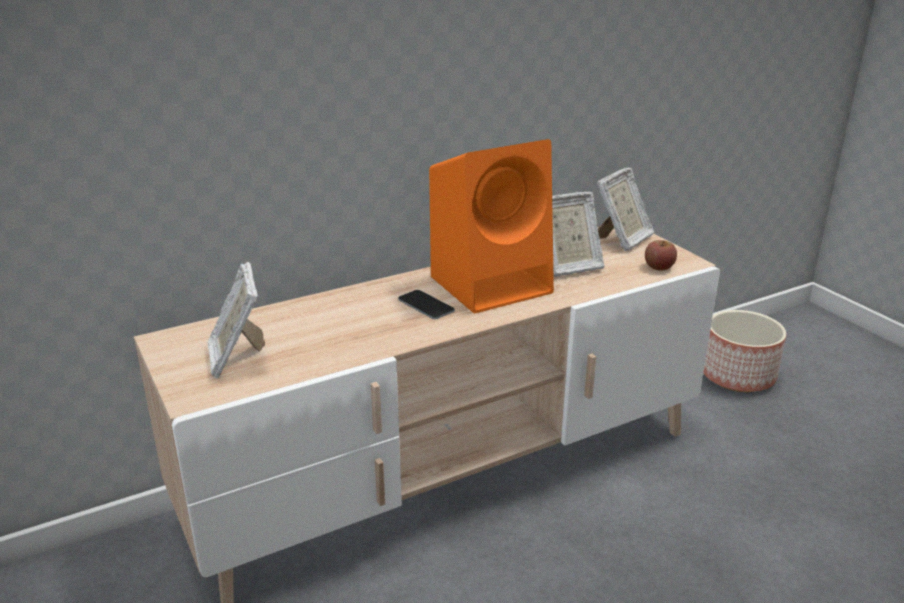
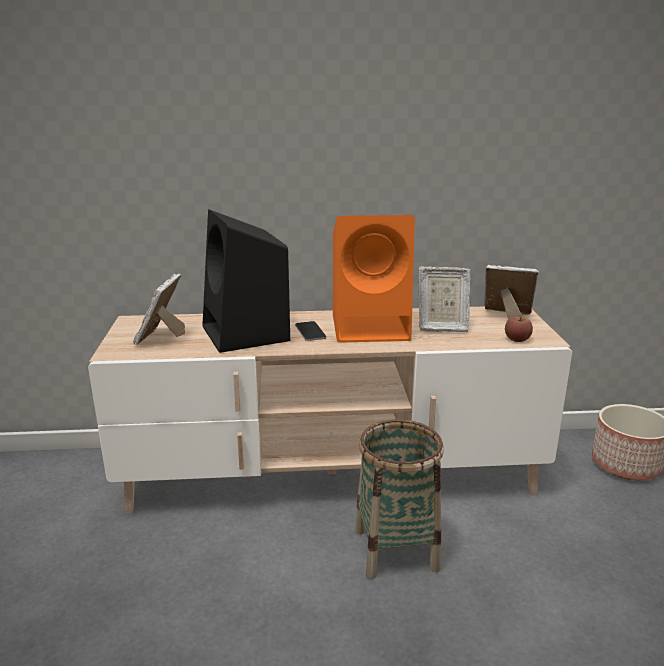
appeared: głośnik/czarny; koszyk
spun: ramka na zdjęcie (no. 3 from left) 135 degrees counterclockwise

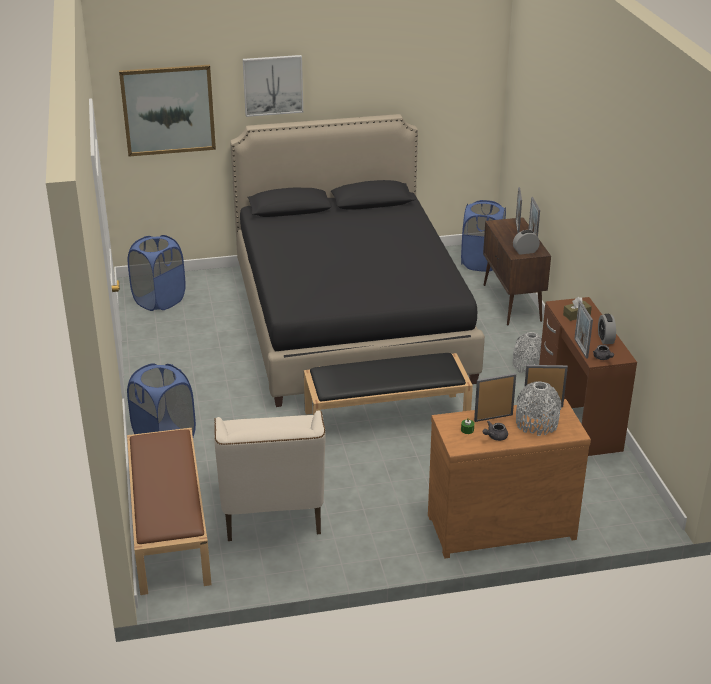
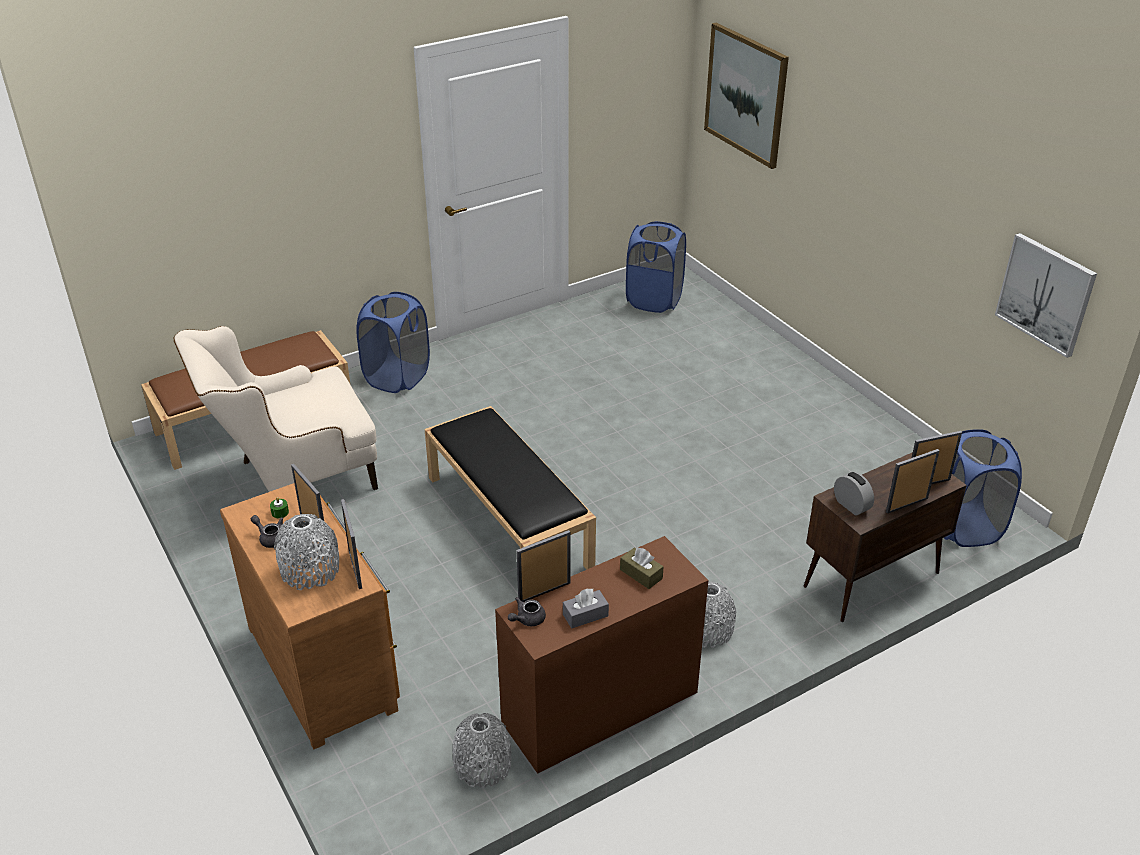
missing: łóżko/czarny
appeared: wazon/szary (no. 2 from left)
relocated: obraz (no. 2 from left)
exchanged: budzik (no. 2 from left) to pudełko chusteczek/szary

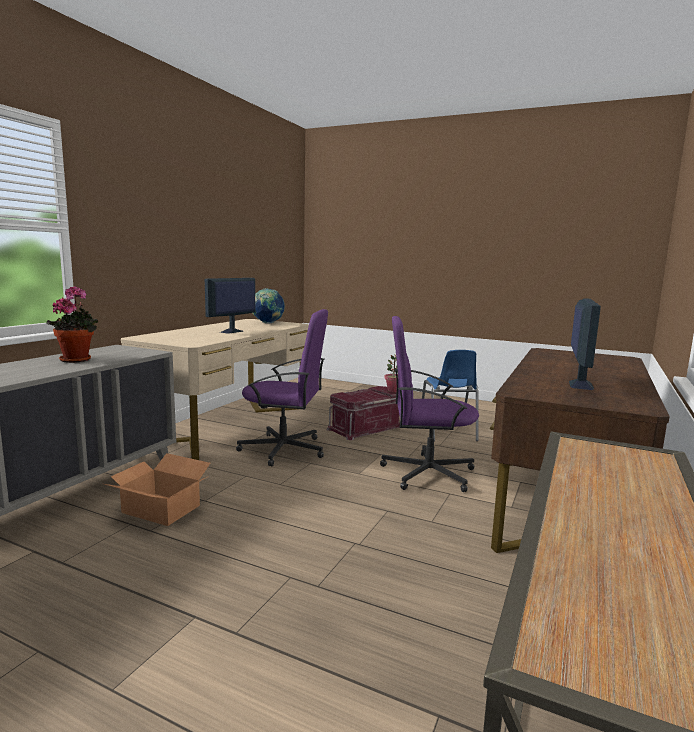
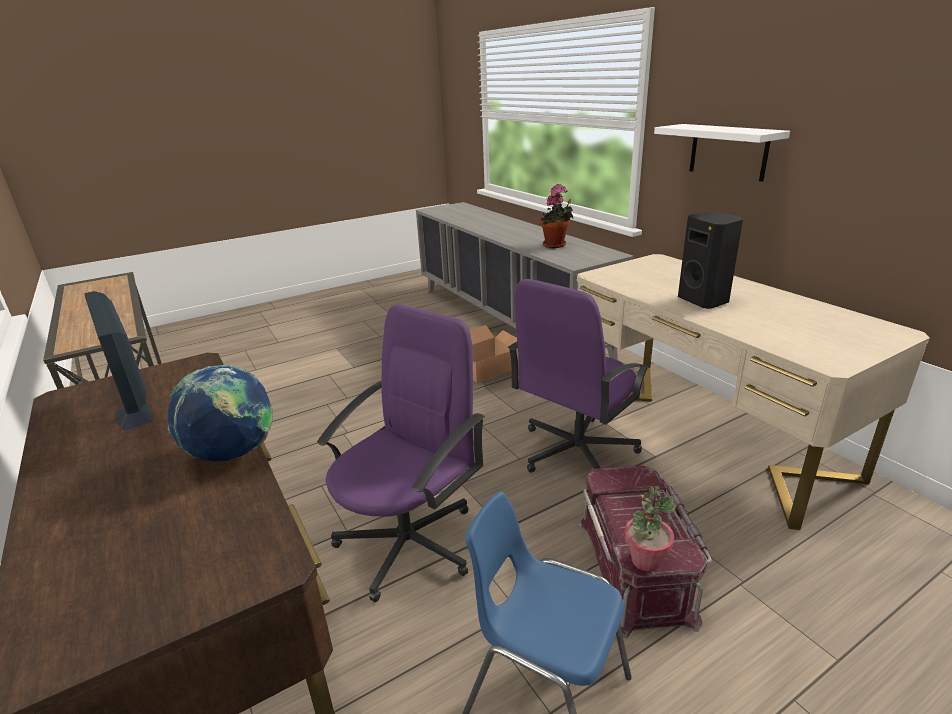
appeared: półka/biały
relocated: globus
exchanged: monitor (no. 1 from left) to głośnik/czarny

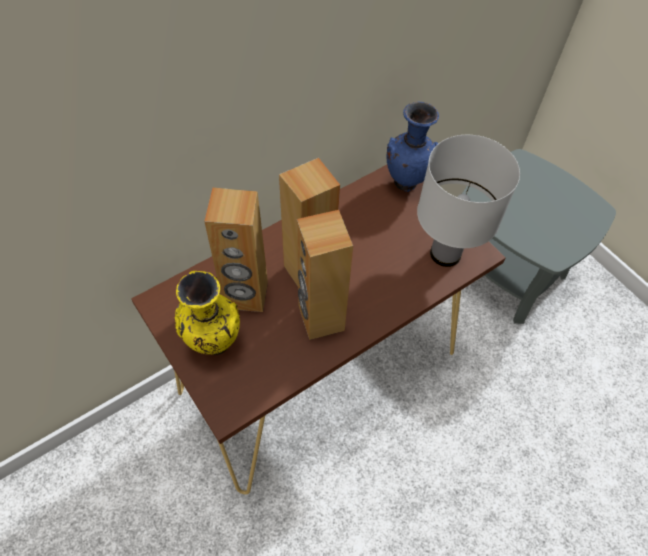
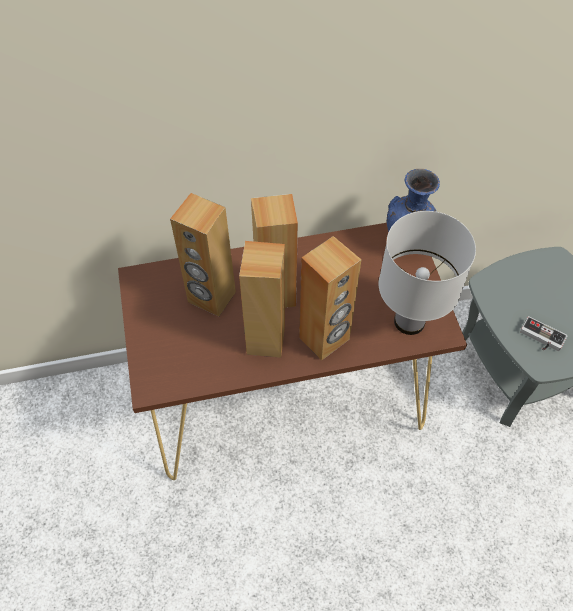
missing: wazon/żółty
appeared: głośnik/brązowy (no. 4 from left); pad do gier

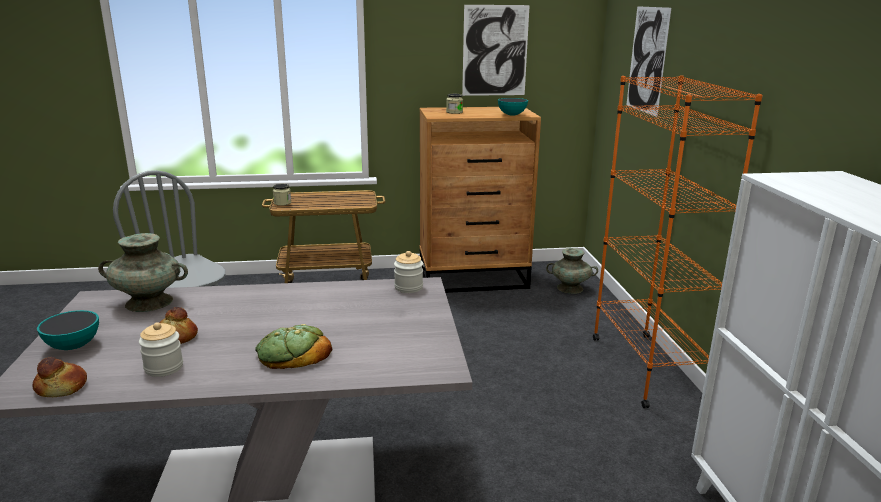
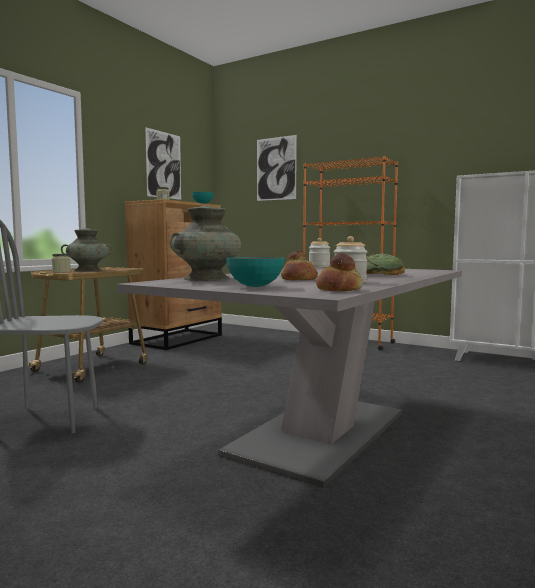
relocated: wazon/turkusowy (no. 2 from left in the first image) to wazon/turkusowy (no. 1 from left)

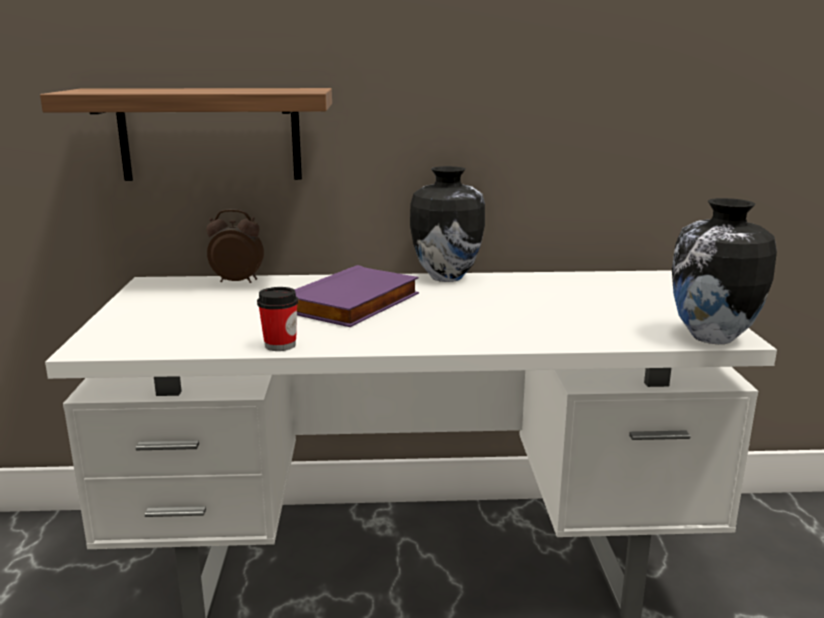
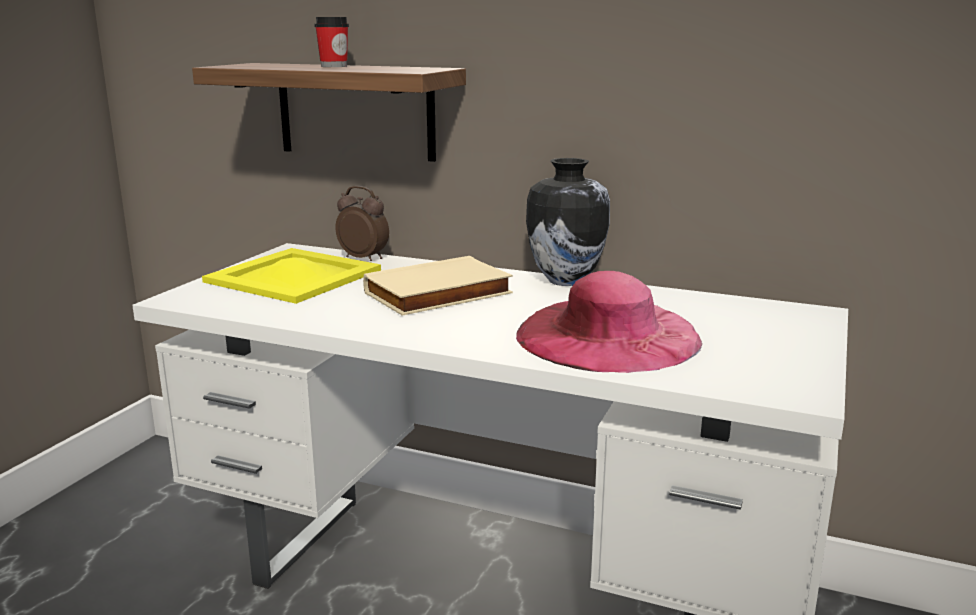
missing: wazon (no. 2 from left)
appeared: taca/żółty; kapelusz/różowy
relocated: filiżanka
colour: książka/fioletowy to książka/beżowy

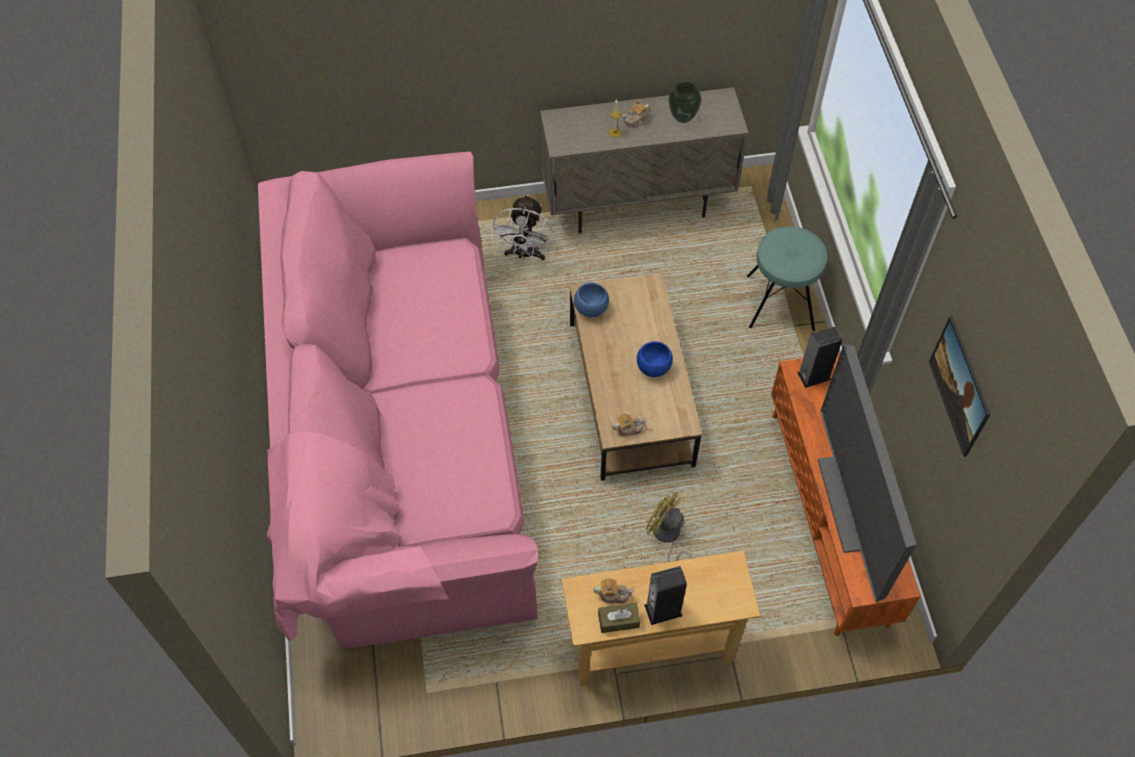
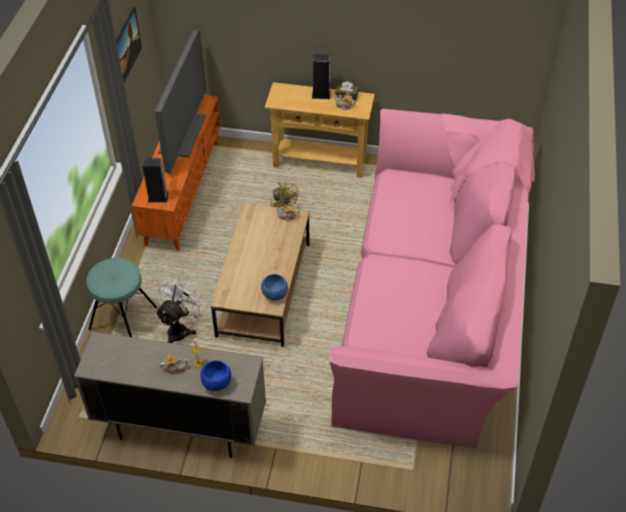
missing: wazon
relocated: wentylator/biały; miska/niebieski (no. 2 from left in the first image) to miska/niebieski (no. 1 from left)

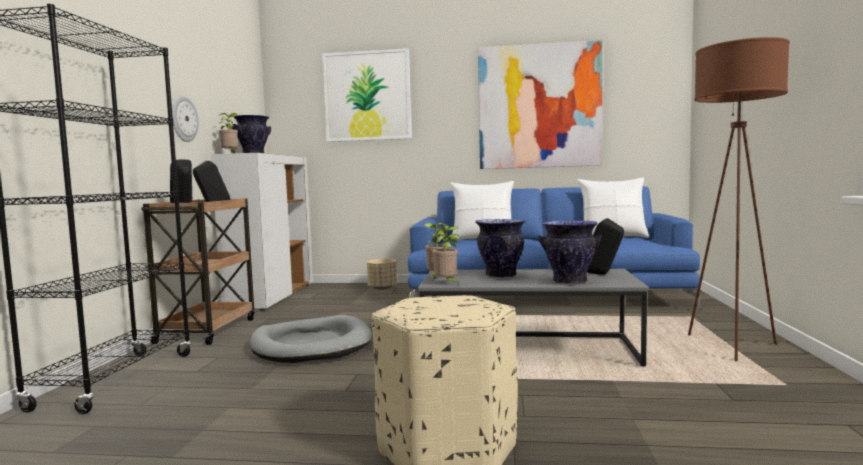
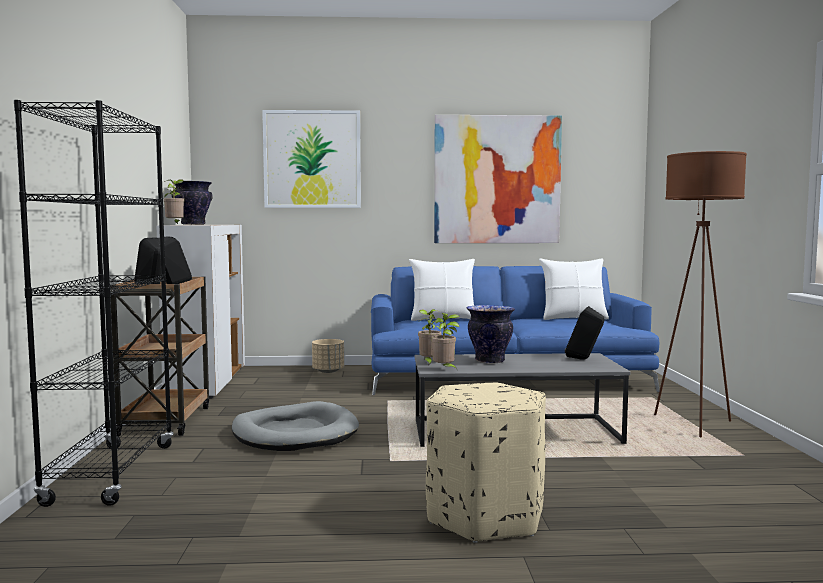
missing: zegar ścienny; wazon (no. 3 from left)

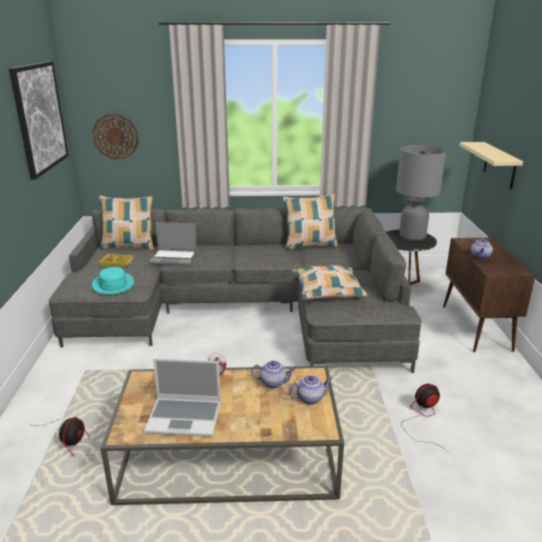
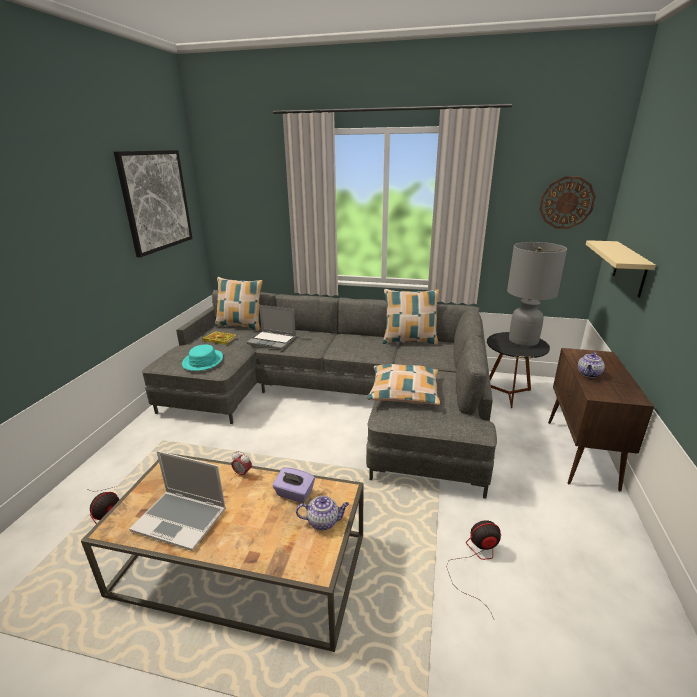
relocated: zegar ścienny
exchanged: imbryk (no. 1 from left) to pudełko chusteczek/fioletowy

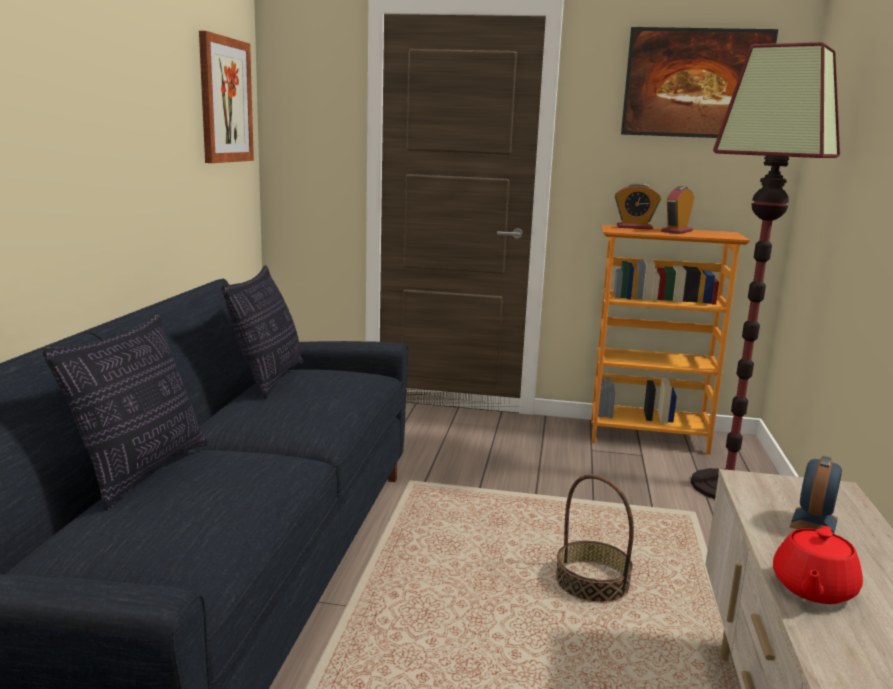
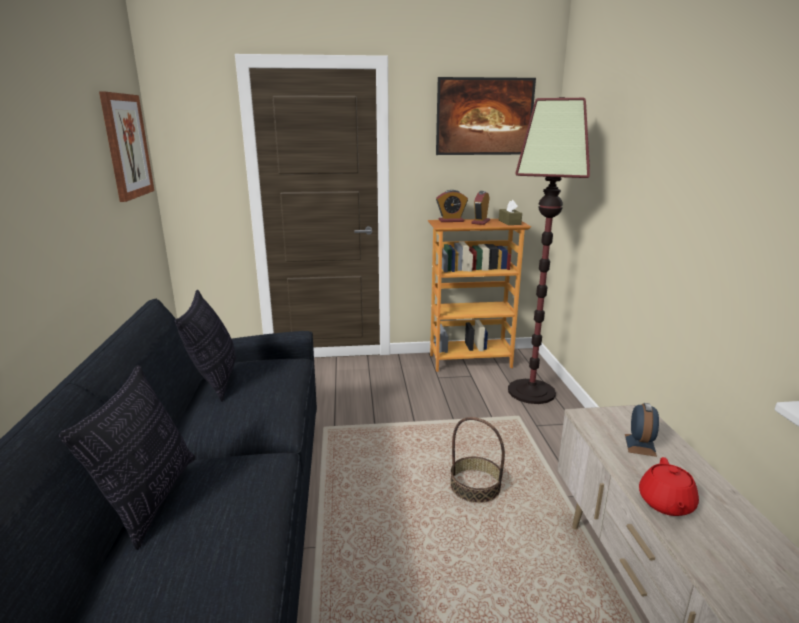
appeared: pudełko chusteczek/brązowy

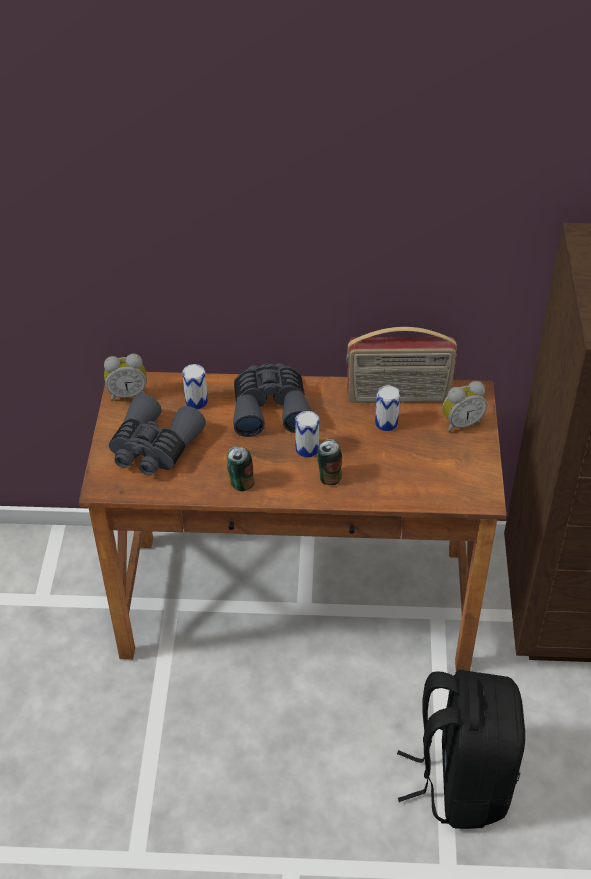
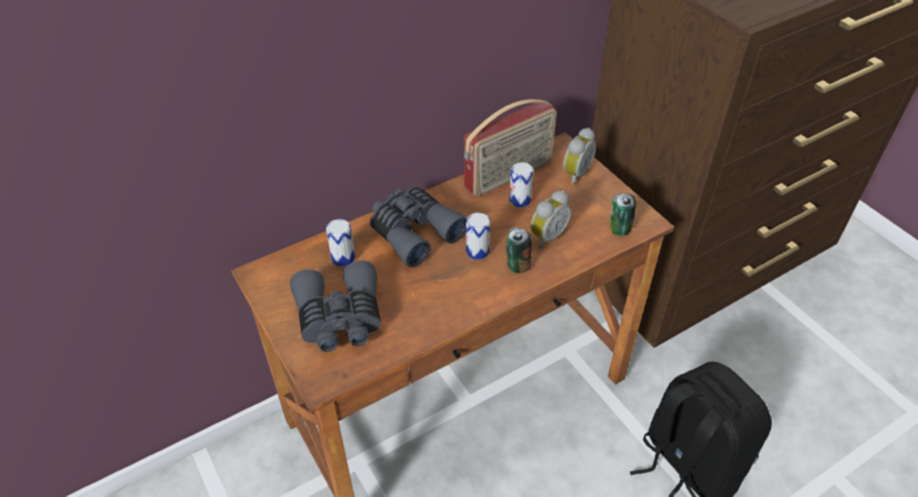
relocated: budzik (no. 1 from left); puszka (no. 2 from left in the first image) to puszka (no. 5 from left)

